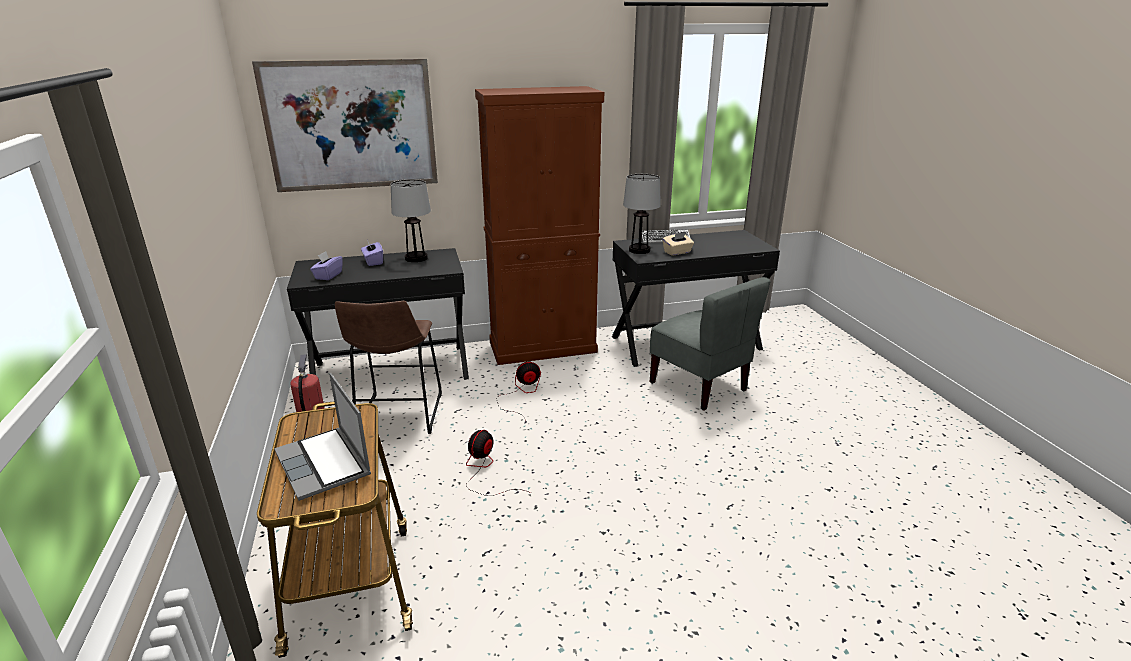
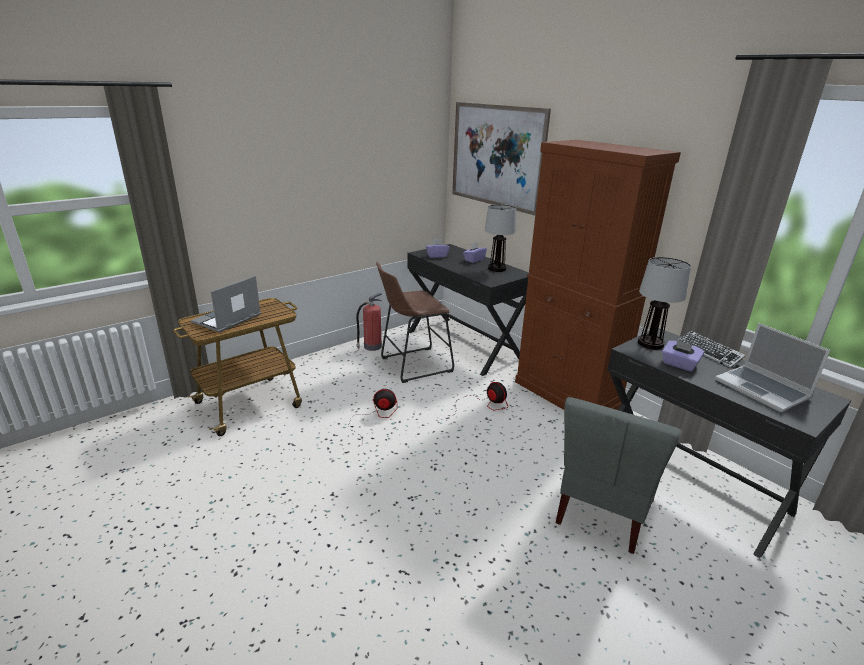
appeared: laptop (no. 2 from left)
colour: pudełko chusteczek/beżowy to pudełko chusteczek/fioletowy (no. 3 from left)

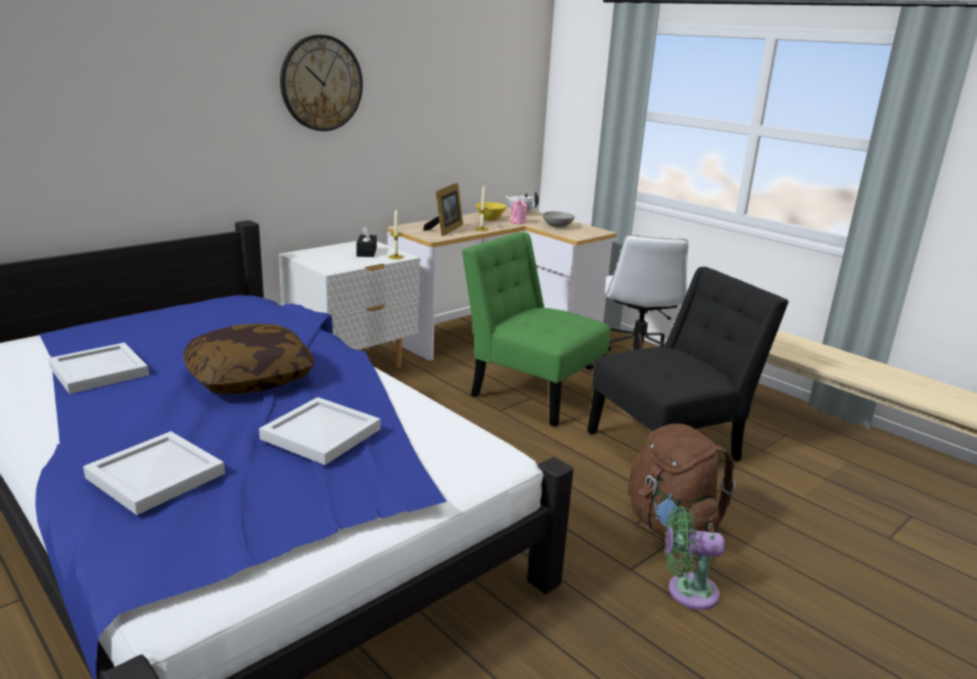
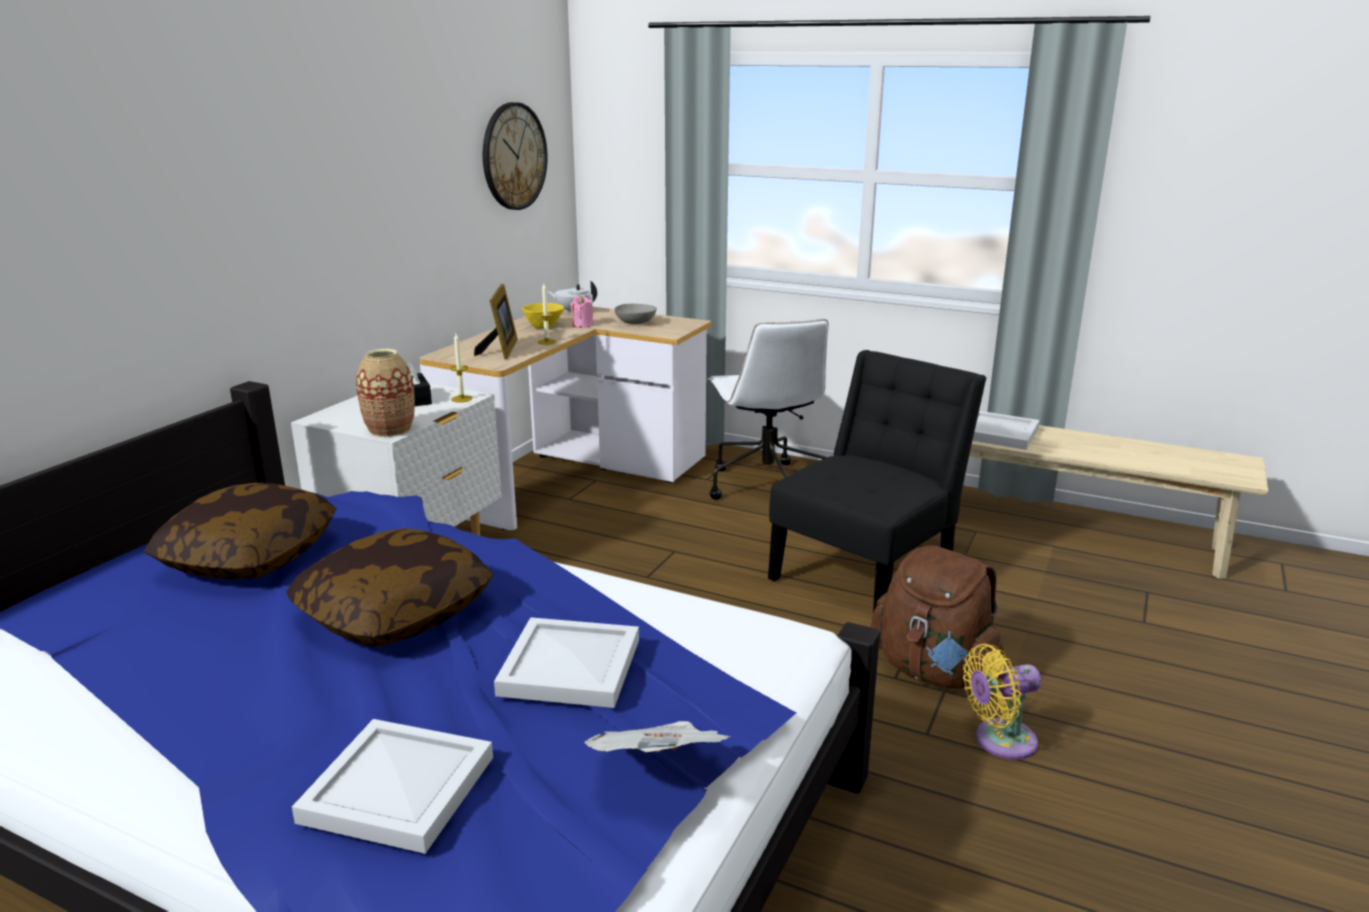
missing: krzesło/zielony
appeared: poduszka (no. 1 from left); wazon; gazeta
relocated: taca/biały (no. 1 from left in the first image) to taca/biały (no. 3 from left); zegar ścienny
colour: wentylator/zielony to wentylator/żółty

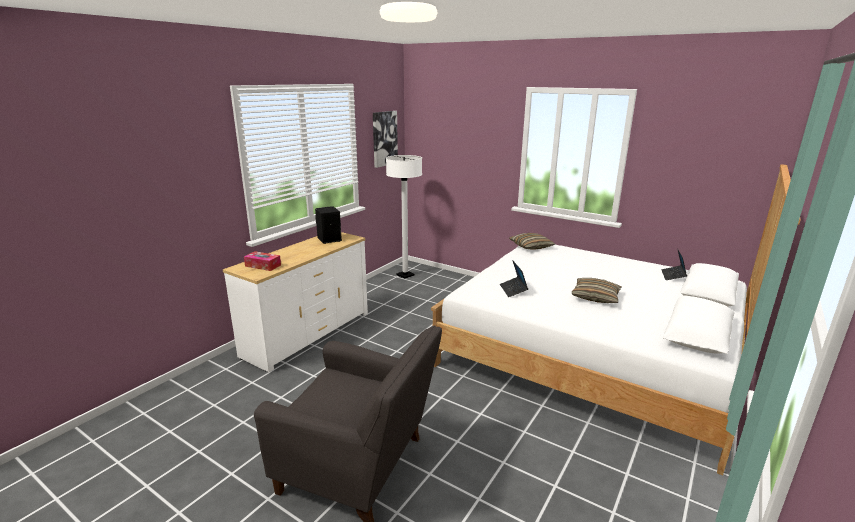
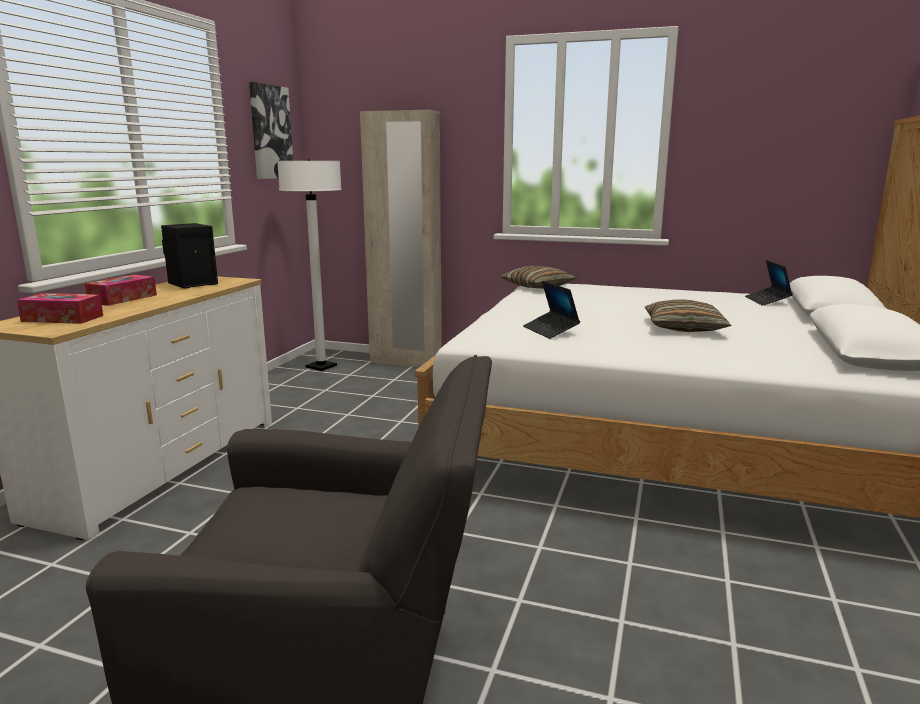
appeared: pudełko chusteczek (no. 2 from left); szafa/beżowy

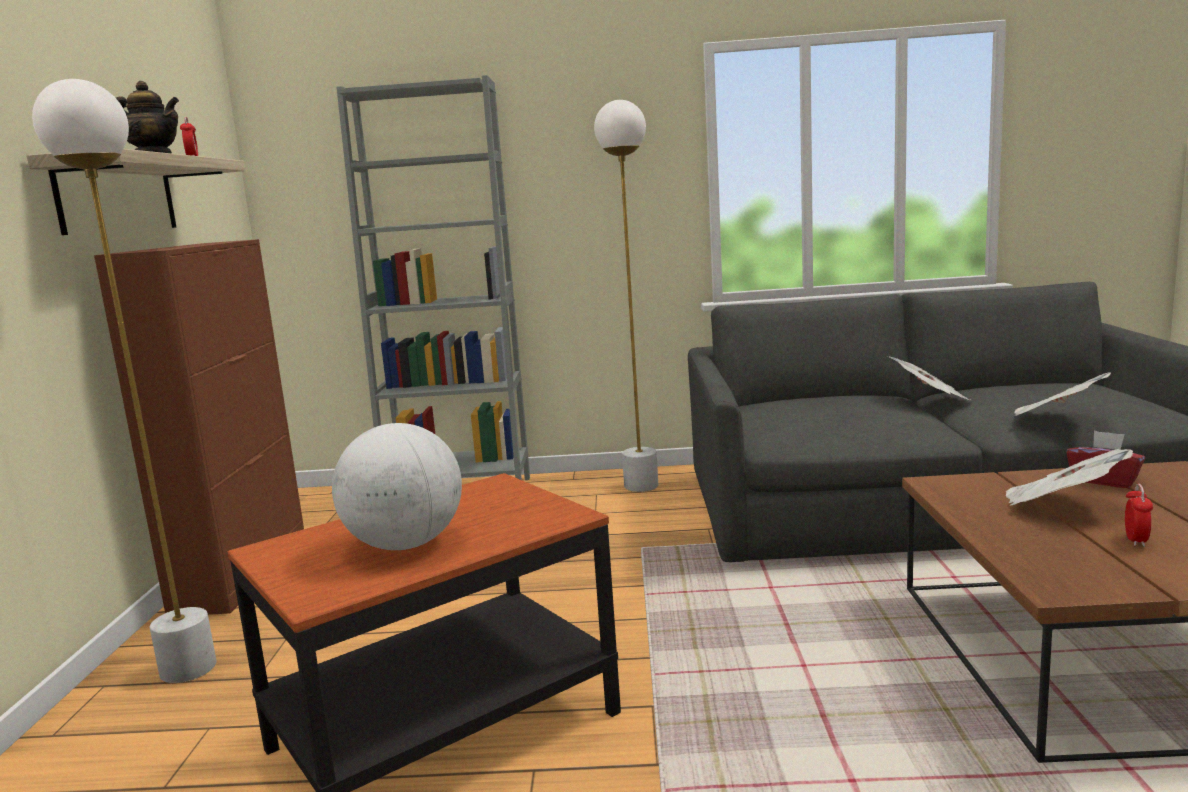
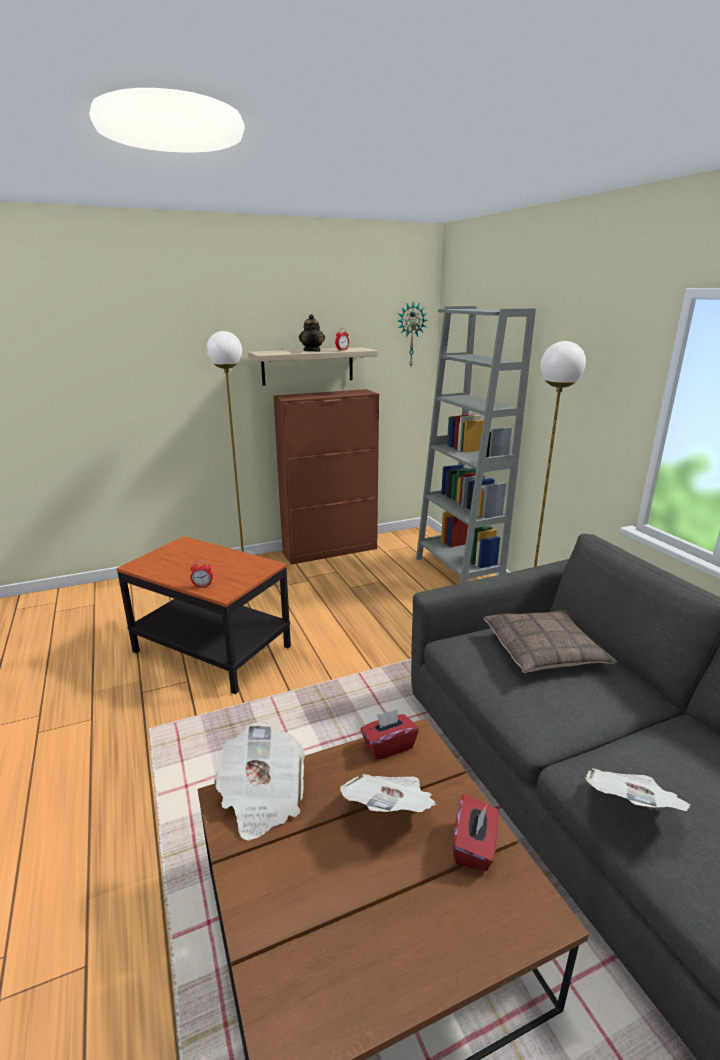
missing: globus
appeared: pudełko chusteczek/czerwony (no. 1 from left); zegar ścienny; poduszka
relocated: gazeta (no. 1 from left); budzik (no. 2 from left in the first image) to budzik (no. 1 from left)

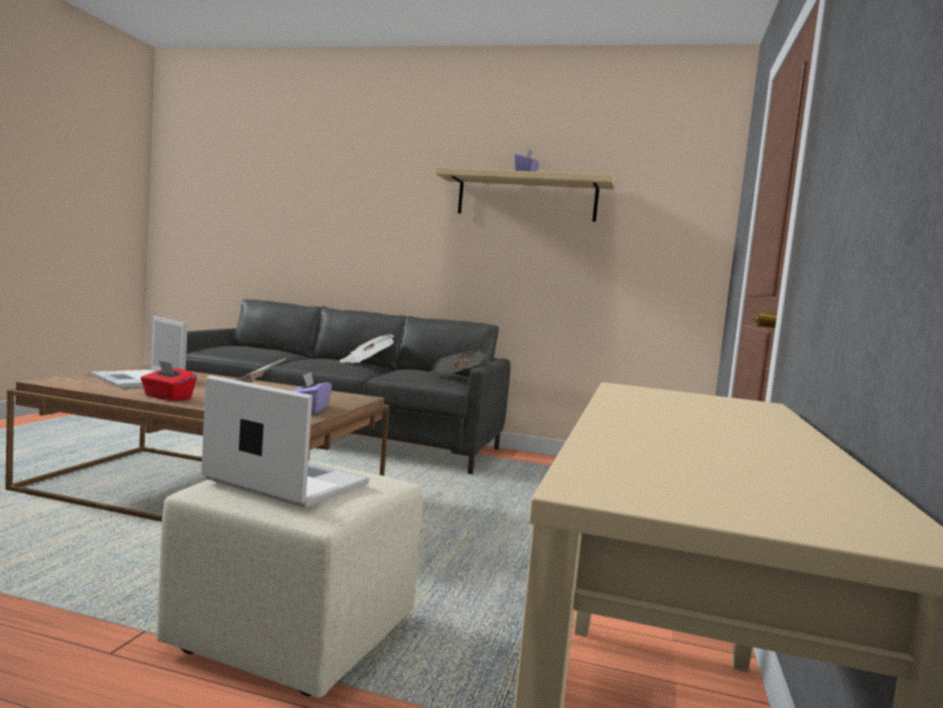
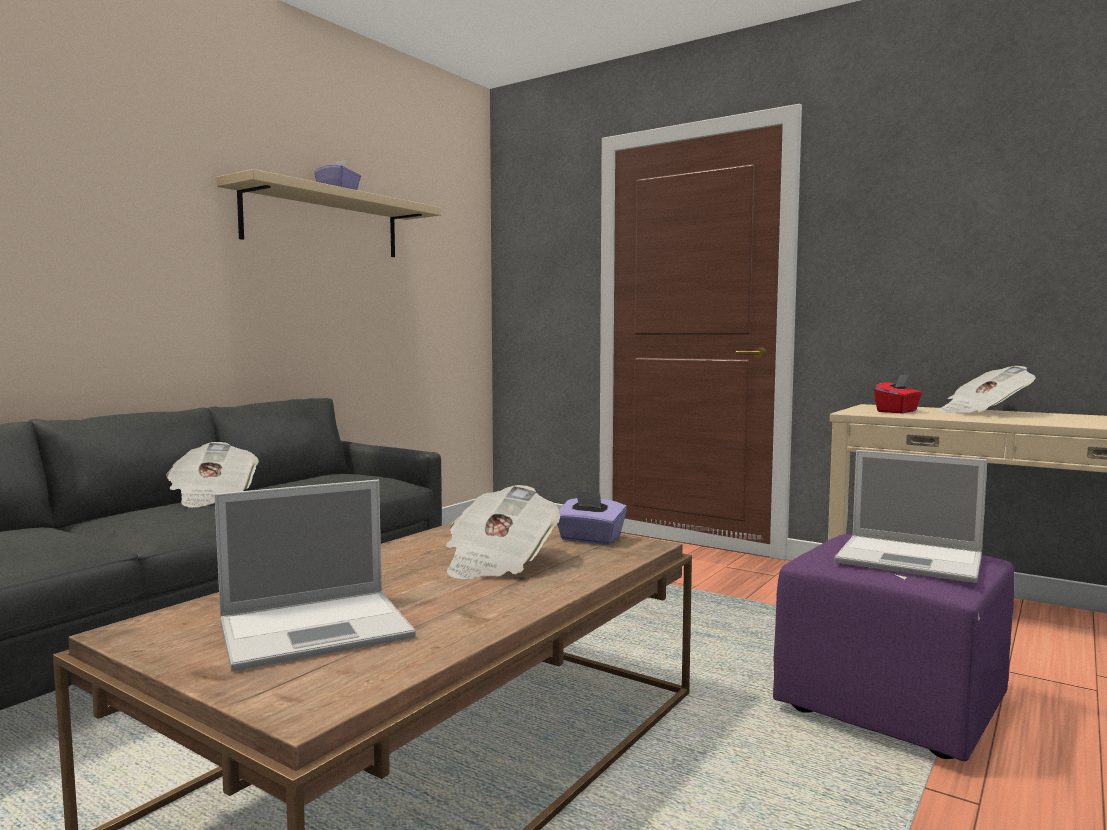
relocated: pudełko chusteczek/czerwony; gazeta (no. 3 from left)
colour: pufa/beżowy to pufa/fioletowy
spun: laptop (no. 2 from left) 105 degrees counterclockwise

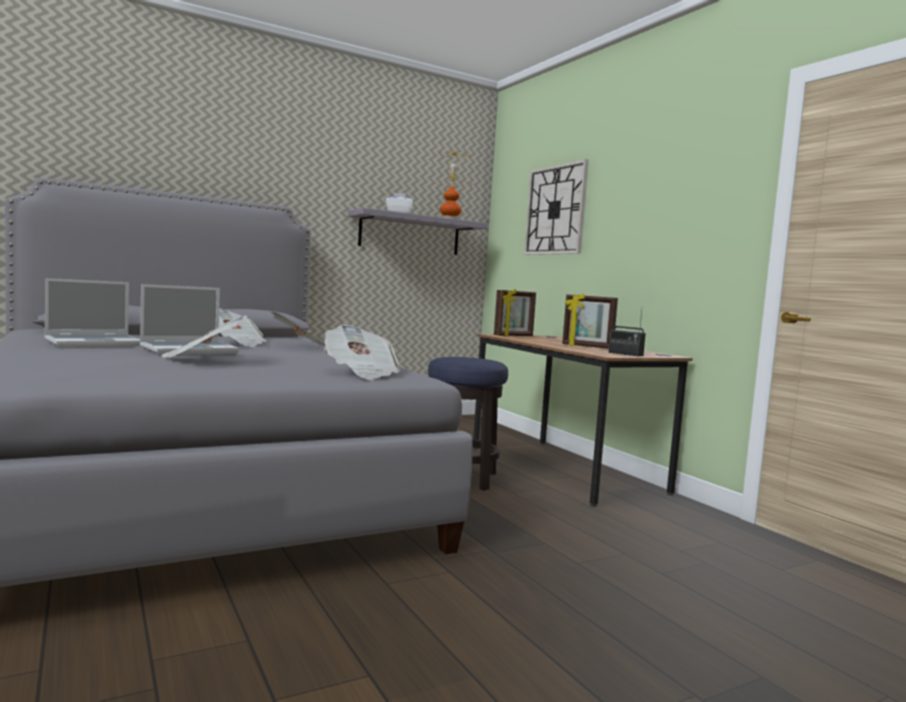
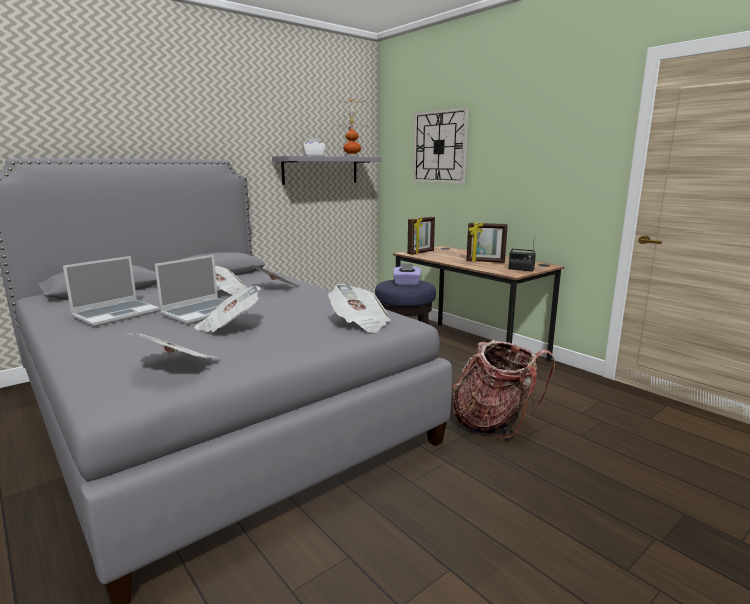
appeared: gazeta (no. 1 from left); pudełko chusteczek/fioletowy; plecak

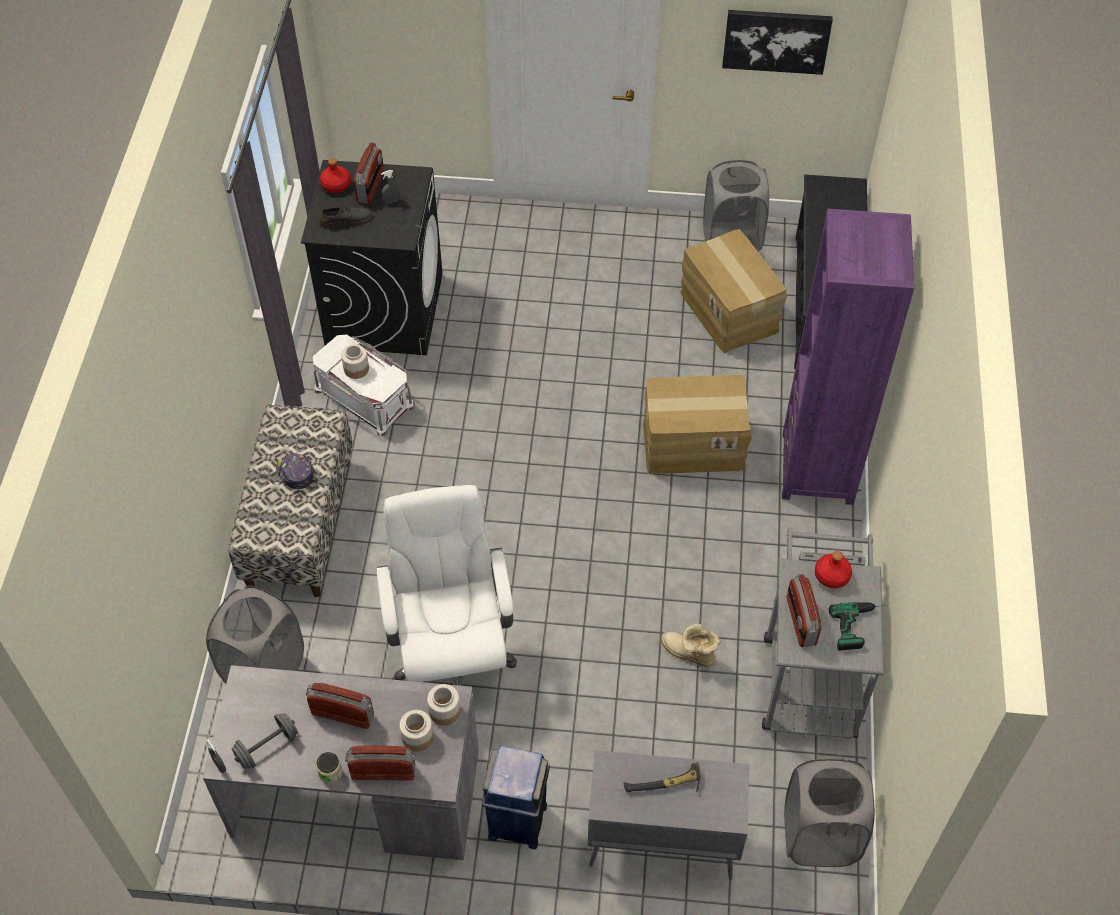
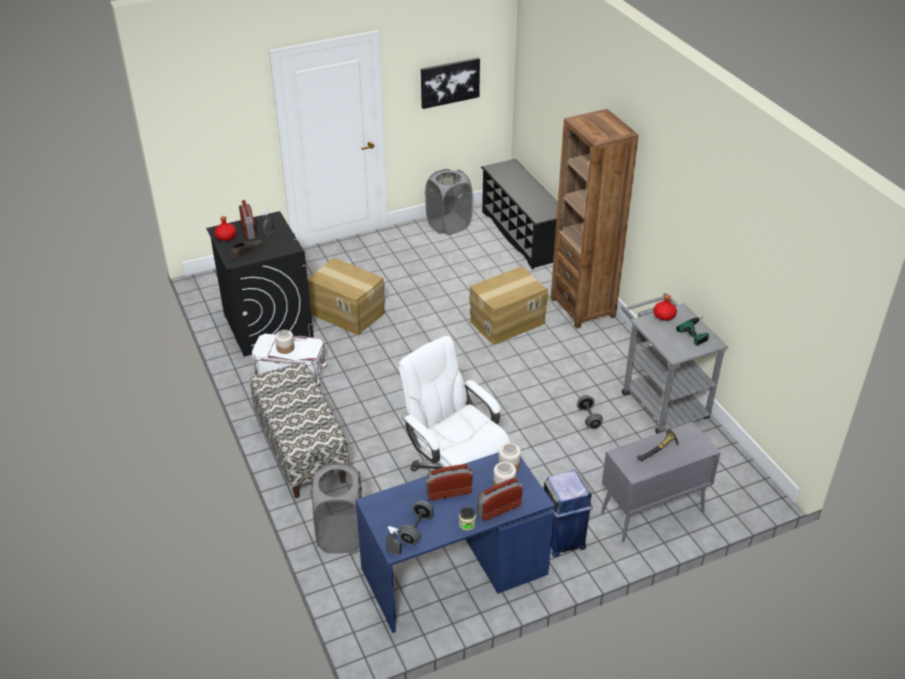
missing: czapka z daszkiem; kosz na pranie/szary (no. 3 from left); radio (no. 4 from left)
relocated: karton (no. 2 from left in the first image) to karton (no. 1 from left)
exchanged: but z cholewką to hantel/szary (no. 2 from left)
colour: biurko/szary to biurko/niebieski; regał/fioletowy to regał/brązowy

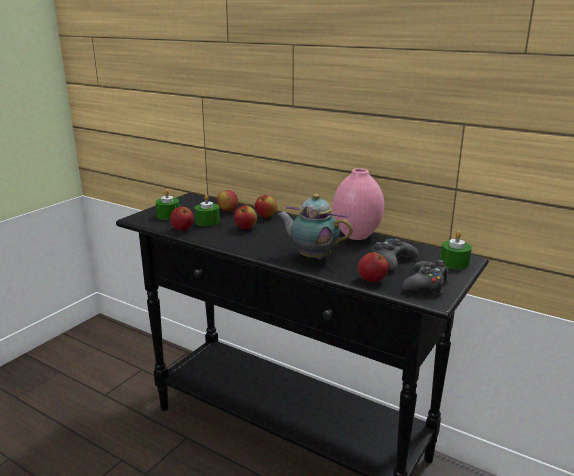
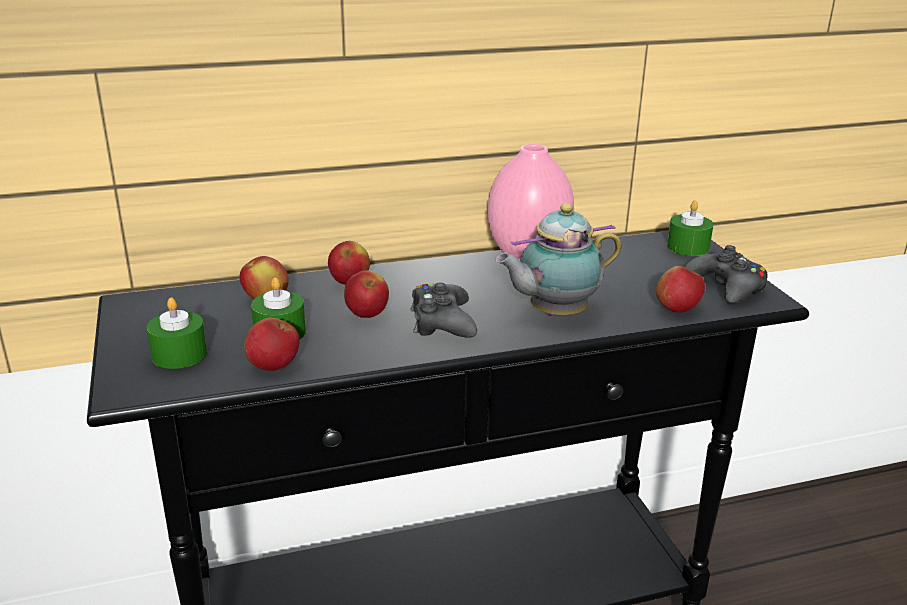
relocated: pad do gier/czarny (no. 1 from left)

